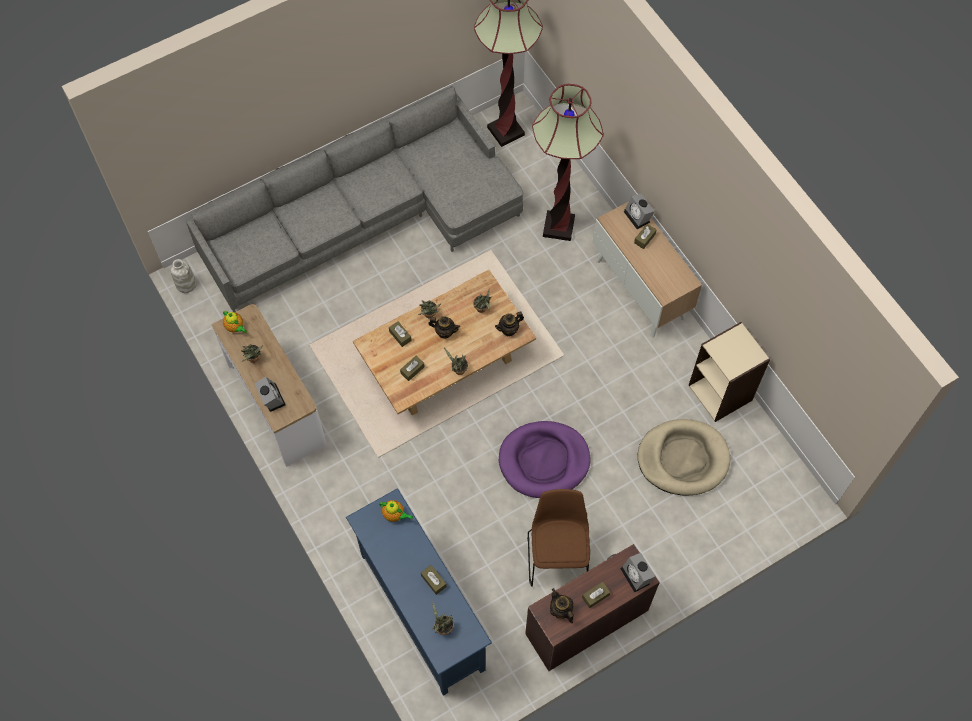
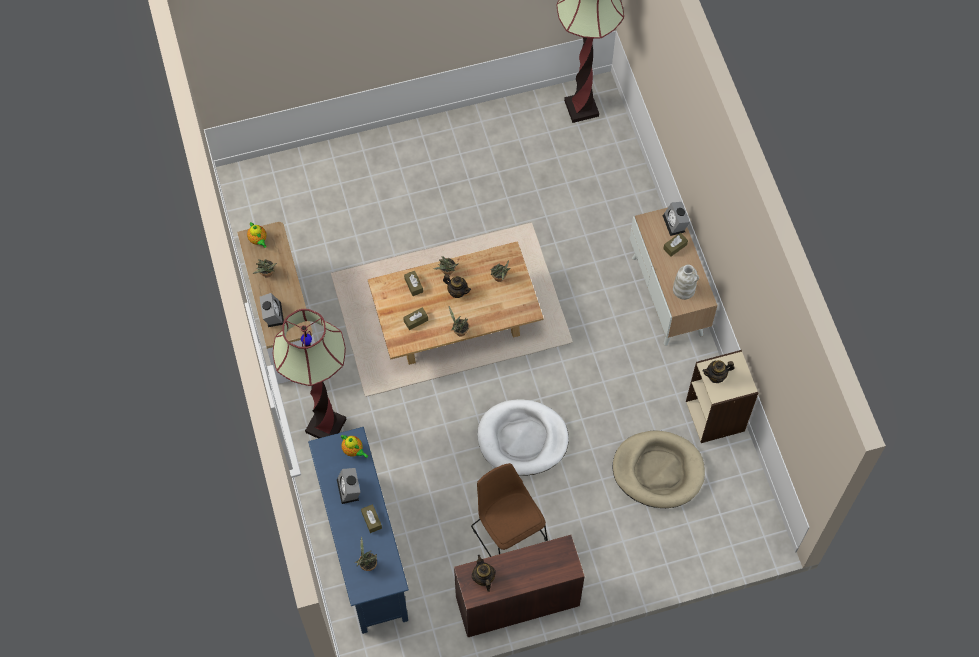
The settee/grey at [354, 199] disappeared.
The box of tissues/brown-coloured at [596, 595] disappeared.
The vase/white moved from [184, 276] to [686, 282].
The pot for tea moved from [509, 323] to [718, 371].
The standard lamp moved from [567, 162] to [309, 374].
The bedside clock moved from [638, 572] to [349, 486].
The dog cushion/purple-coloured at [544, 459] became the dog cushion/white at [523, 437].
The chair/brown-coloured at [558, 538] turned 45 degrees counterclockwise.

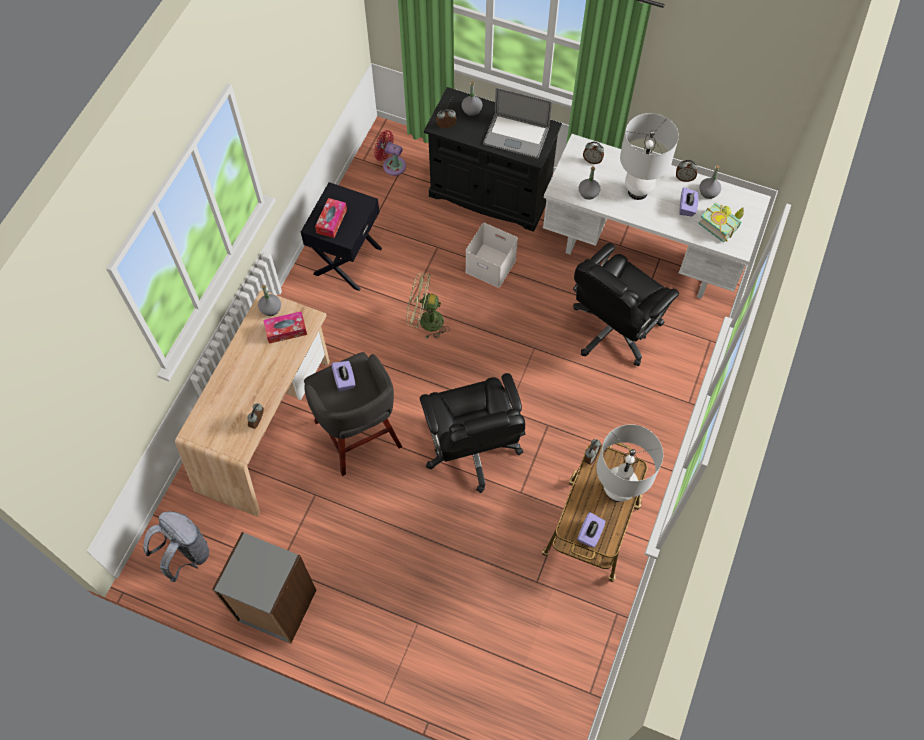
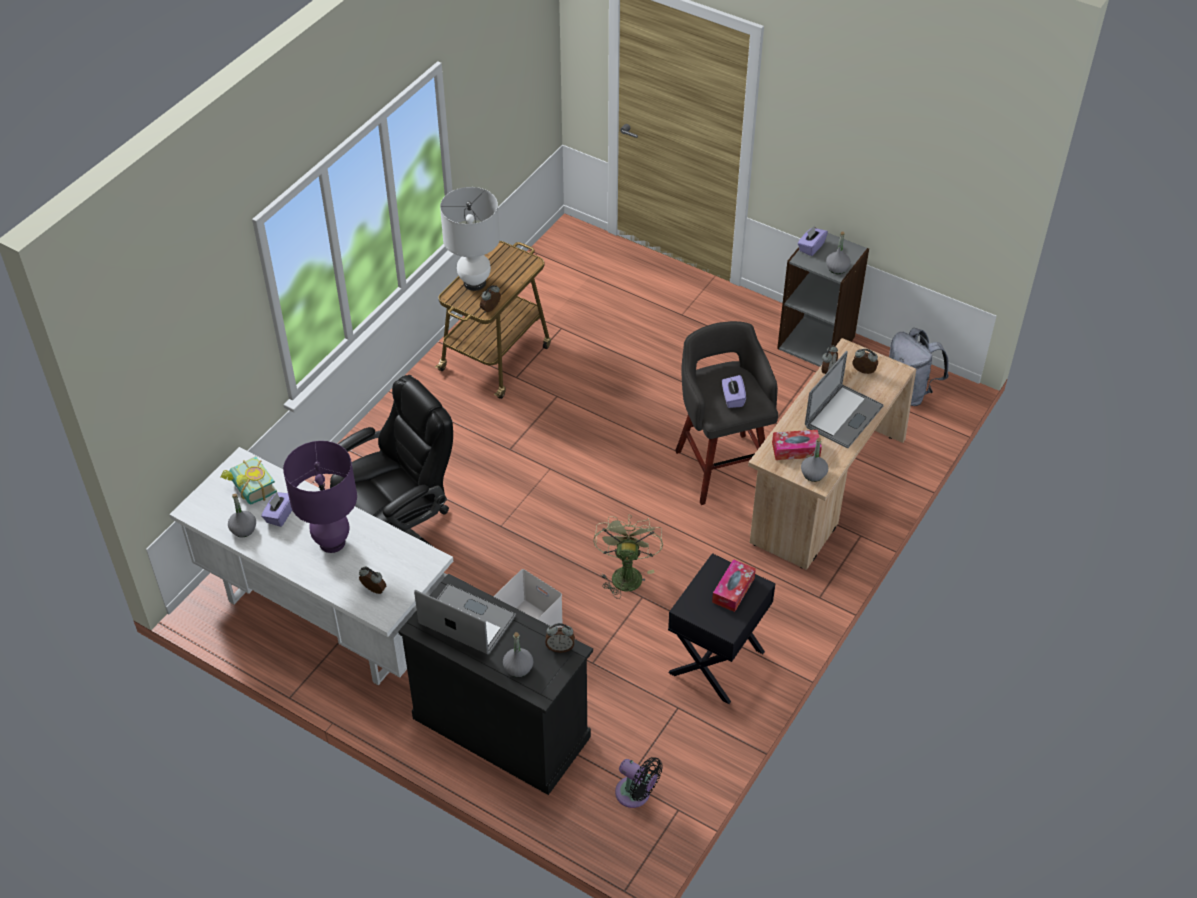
The office chair/black at [472, 433] disappeared.
The laptop at [844, 399] appeared.
The box of tissues/purple-coloured moved from [591, 529] to [813, 240].
The beverage bottle/grey moved from [589, 183] to [838, 252].
The bedside clock moved from [687, 171] to [865, 361].
The electric fan/reddish at [390, 153] became the electric fan/black at [639, 782].
The table lamp/white at [649, 156] became the table lamp/purple-coloured at [320, 497].
The electric fan/greenish at [428, 306] turned 105 degrees counterclockwise.

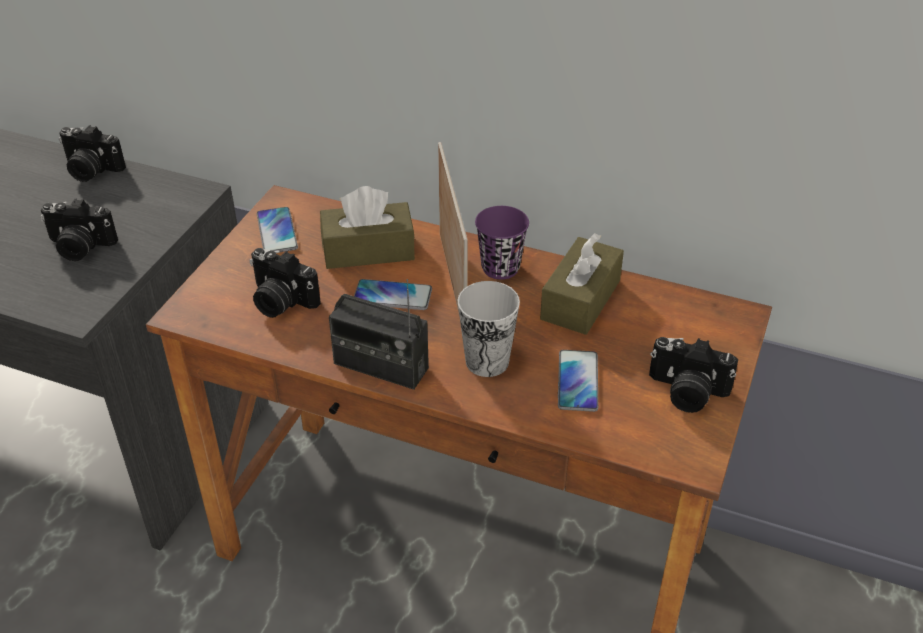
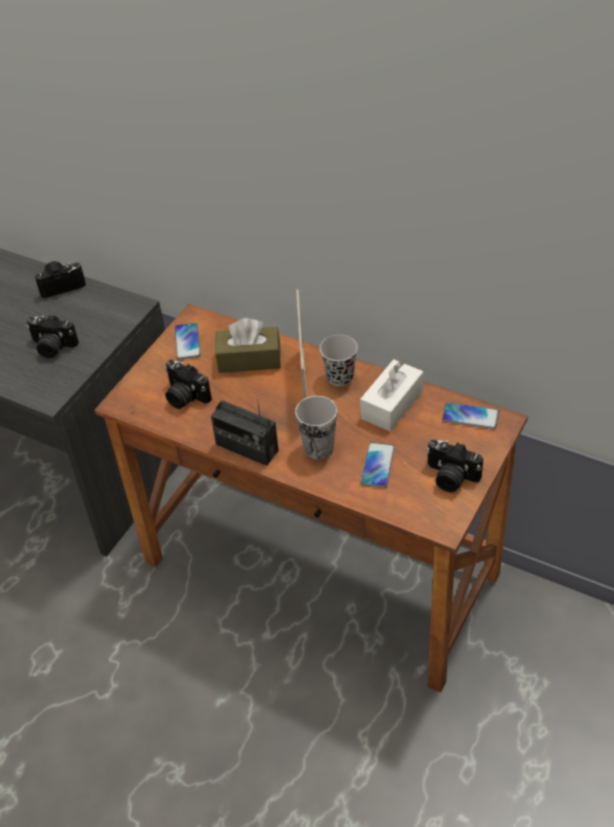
The handset moved from [393, 294] to [470, 415].
The small cup/purple-coloured at [502, 243] became the small cup/black at [339, 360].
The box of tissues/brown-coloured at [582, 284] became the box of tissues/white at [391, 395].
The photo camera at [92, 153] turned 135 degrees clockwise.

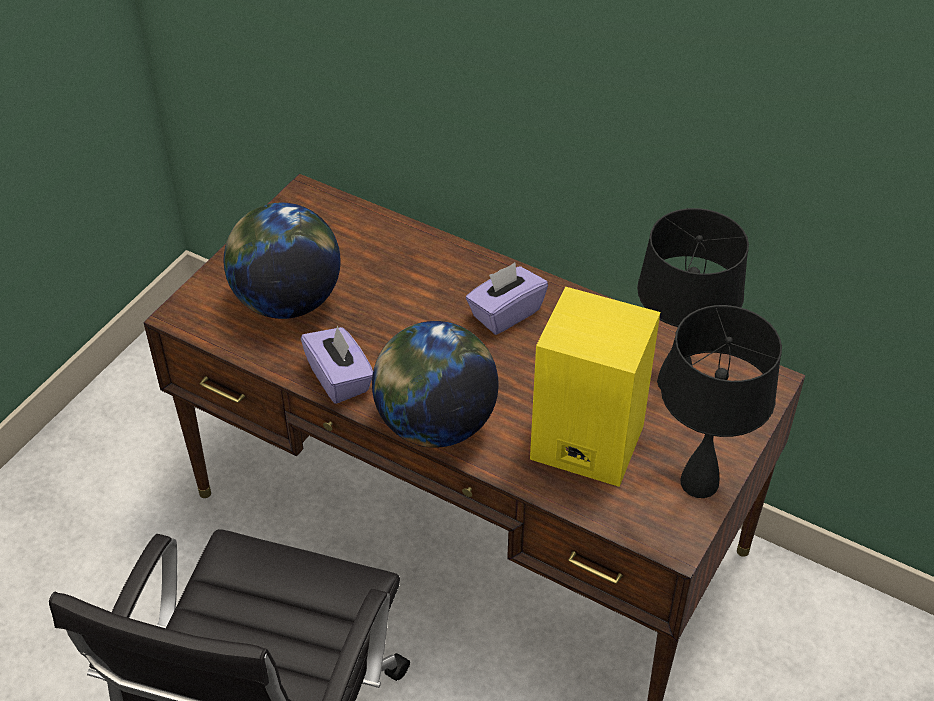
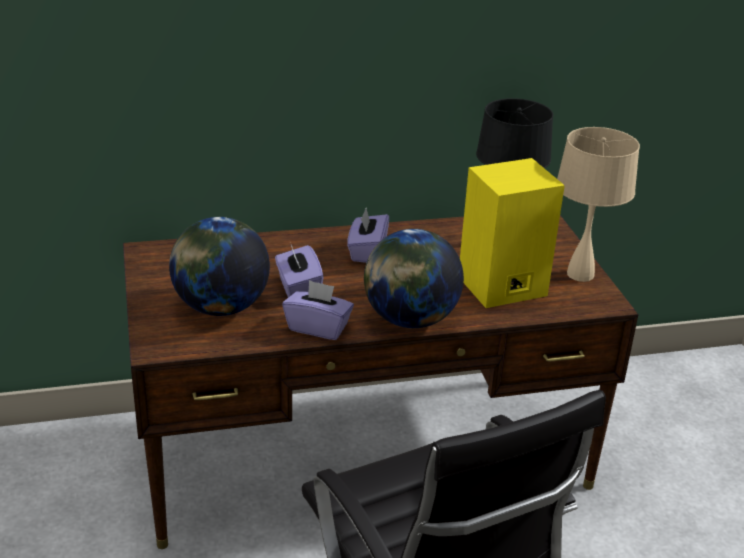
The box of tissues/purple-coloured at [299, 271] appeared.
The table lamp/black at [721, 401] became the table lamp/beige at [598, 204].

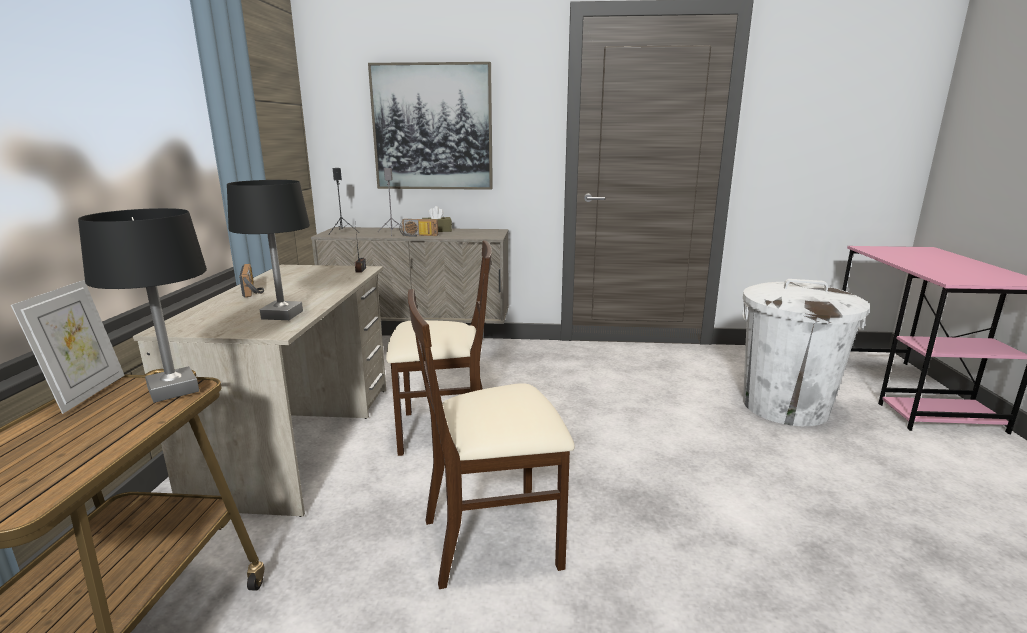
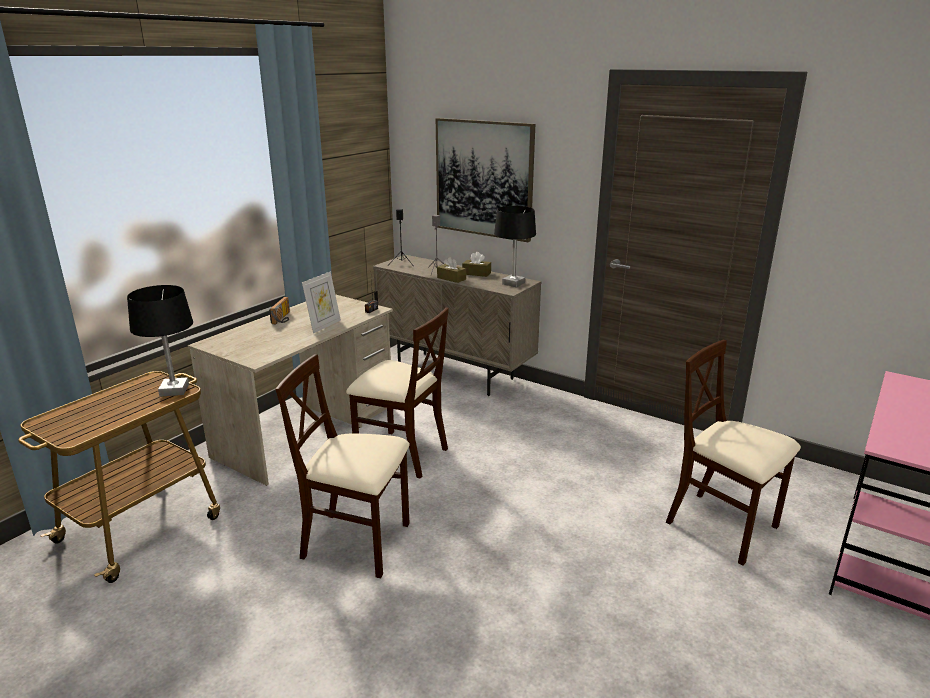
The photo frame moved from [67, 347] to [321, 302].
The table lamp/black moved from [268, 250] to [515, 246].
The radio receiver at [419, 228] was replaced by the box of tissues/brown-coloured at [451, 270].
The waste bin/white at [806, 352] was replaced by the chair/beige at [733, 452].

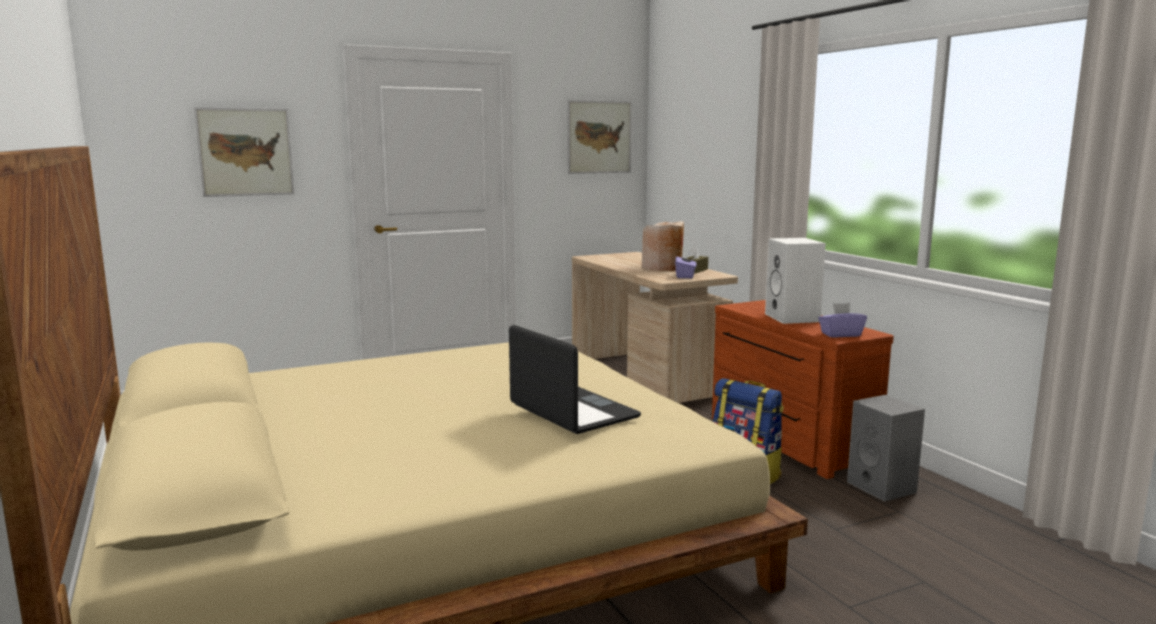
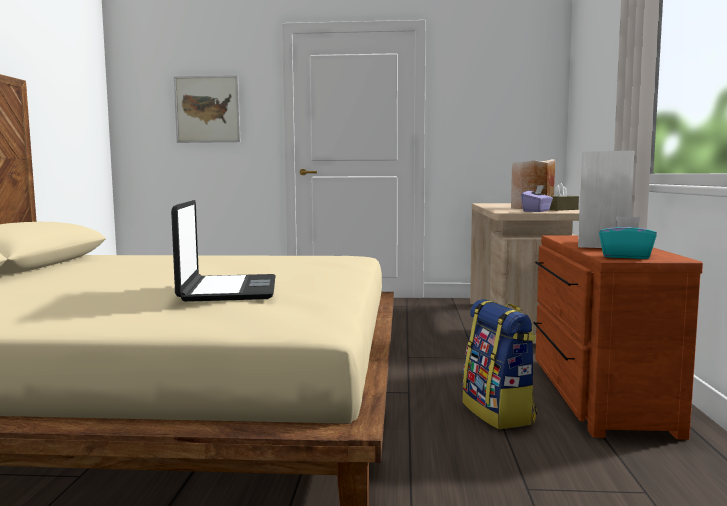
The picture at [599, 137] disappeared.
The loudspeaker/grey at [886, 448] disappeared.
The box of tissues/purple-coloured at [842, 320] became the box of tissues/blue-green at [628, 237].

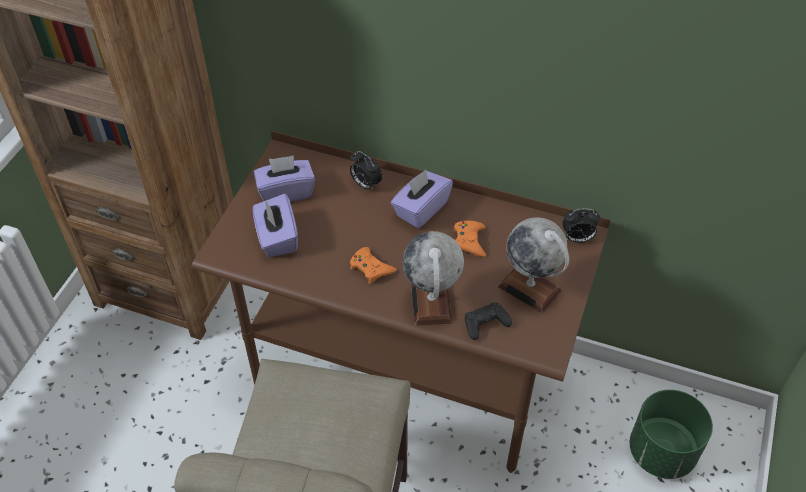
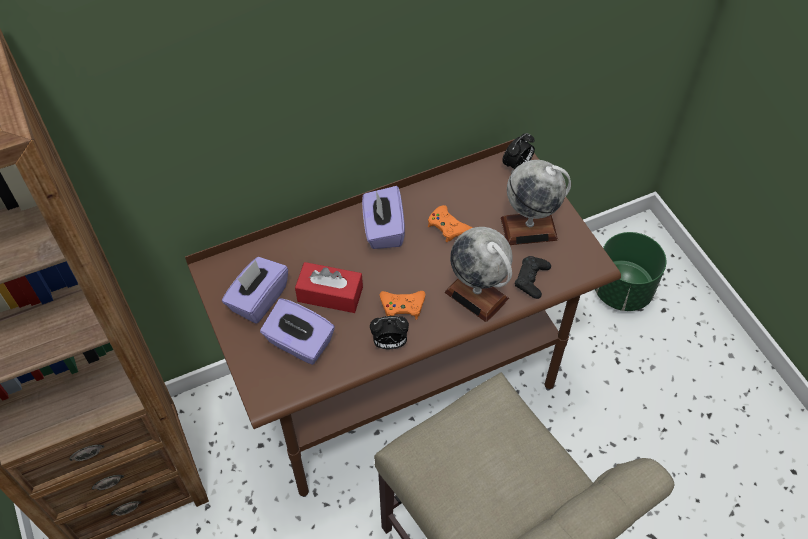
The box of tissues/reddish at [329, 287] appeared.
The bedside clock moved from [366, 170] to [389, 332].

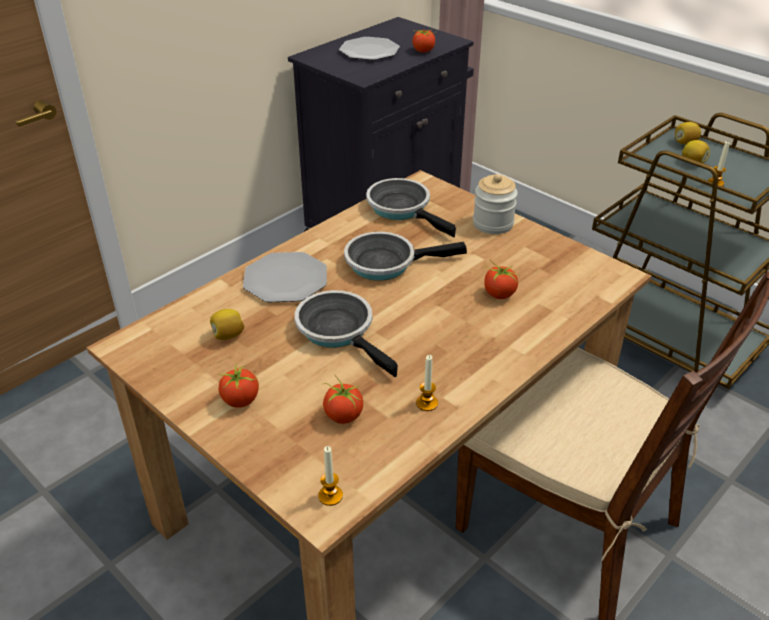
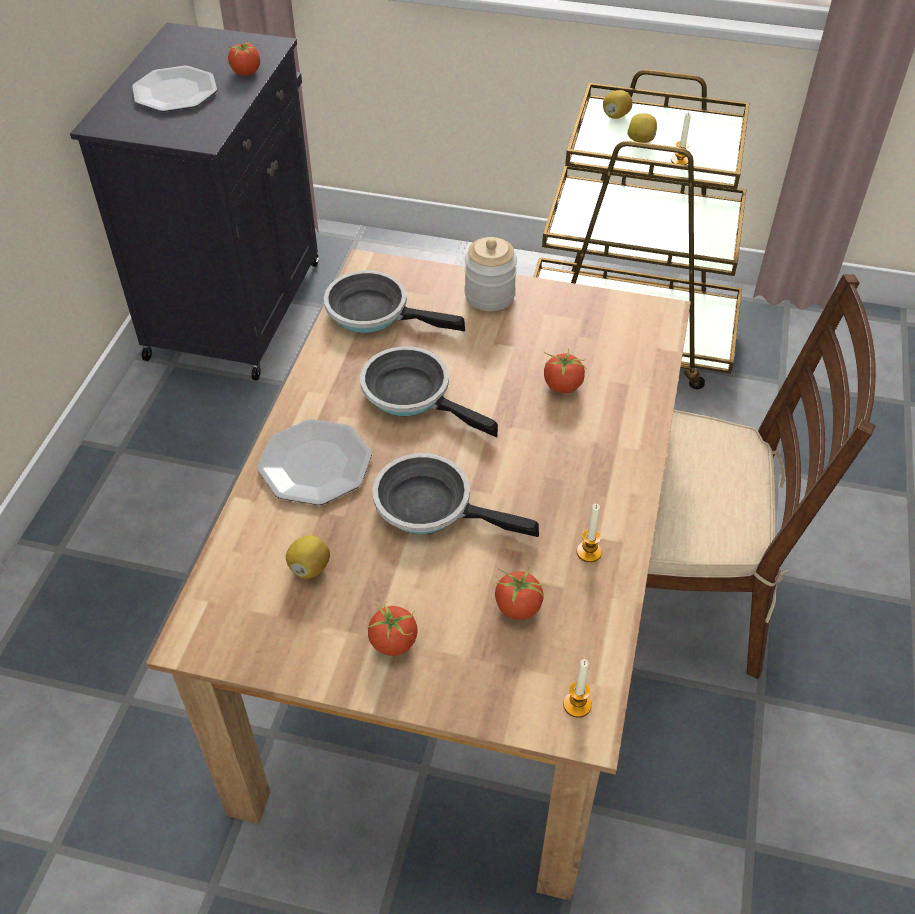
The frying pan at [405, 256] turned 75 degrees clockwise.

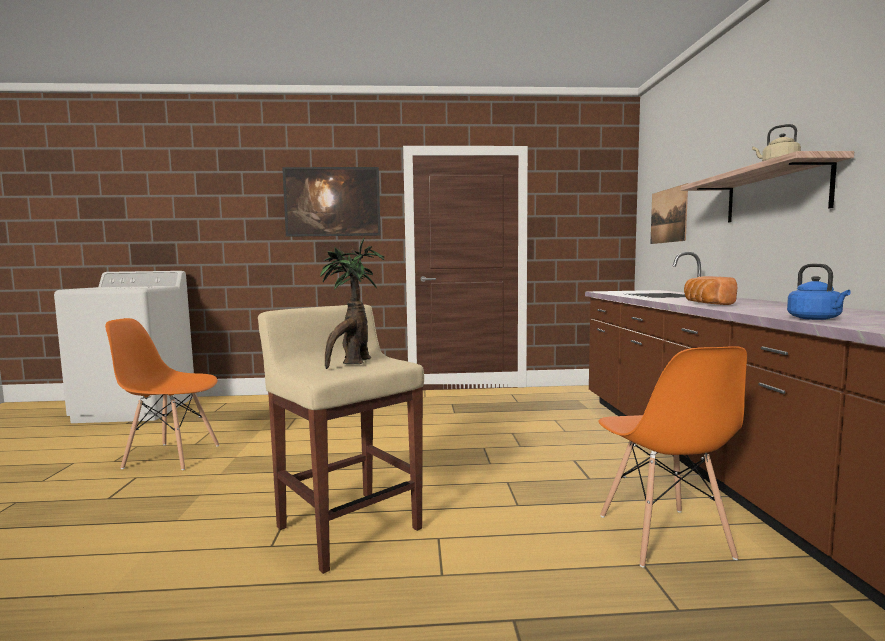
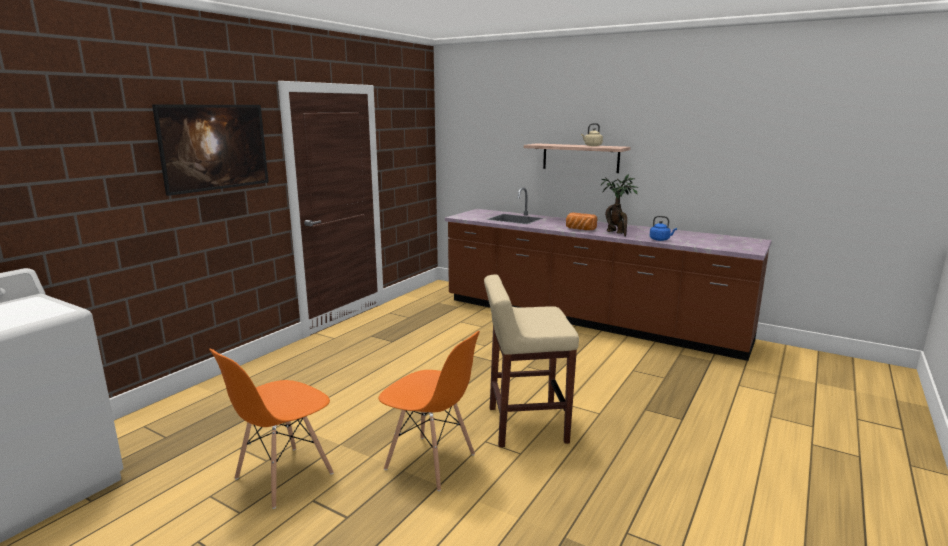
The picture at [669, 213] disappeared.
The houseplant moved from [352, 303] to [619, 205].
The chair/orange-coloured moved from [672, 457] to [429, 411].

